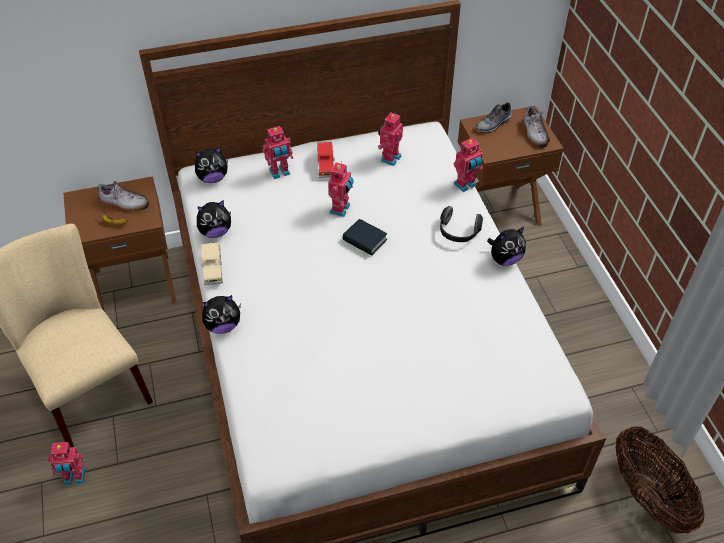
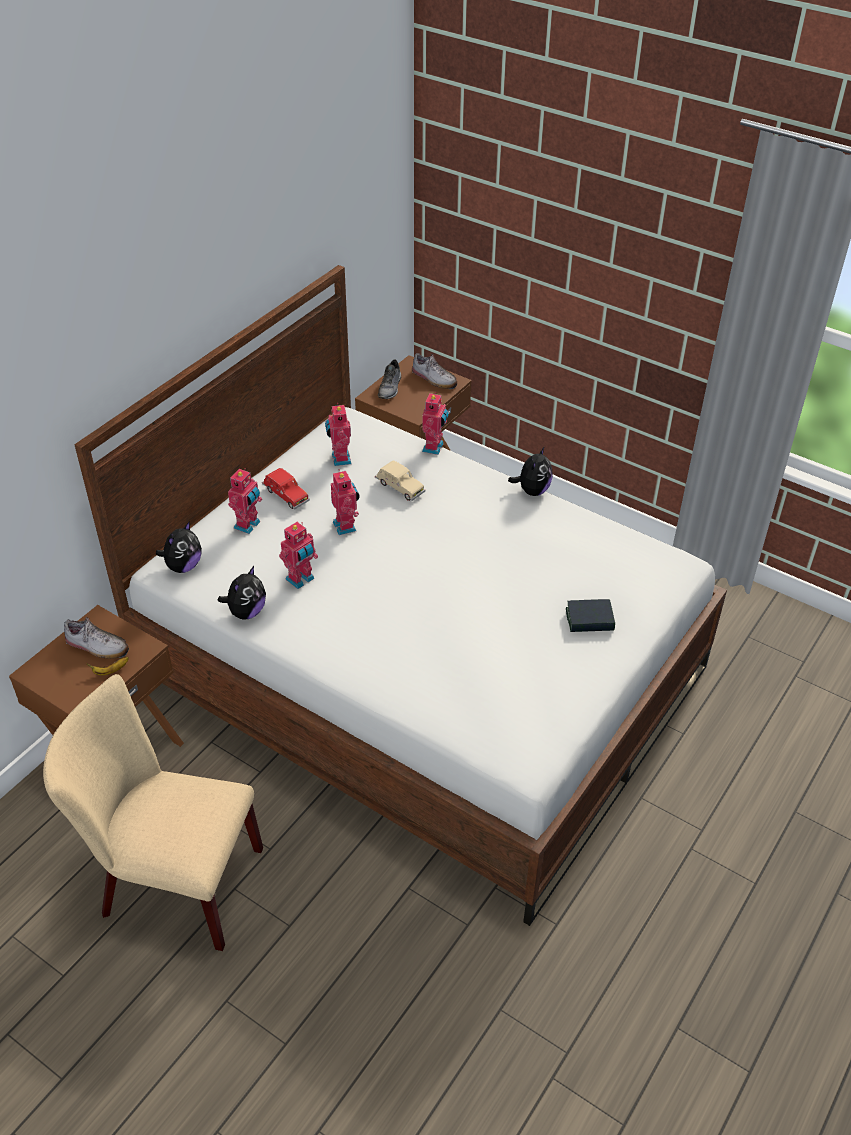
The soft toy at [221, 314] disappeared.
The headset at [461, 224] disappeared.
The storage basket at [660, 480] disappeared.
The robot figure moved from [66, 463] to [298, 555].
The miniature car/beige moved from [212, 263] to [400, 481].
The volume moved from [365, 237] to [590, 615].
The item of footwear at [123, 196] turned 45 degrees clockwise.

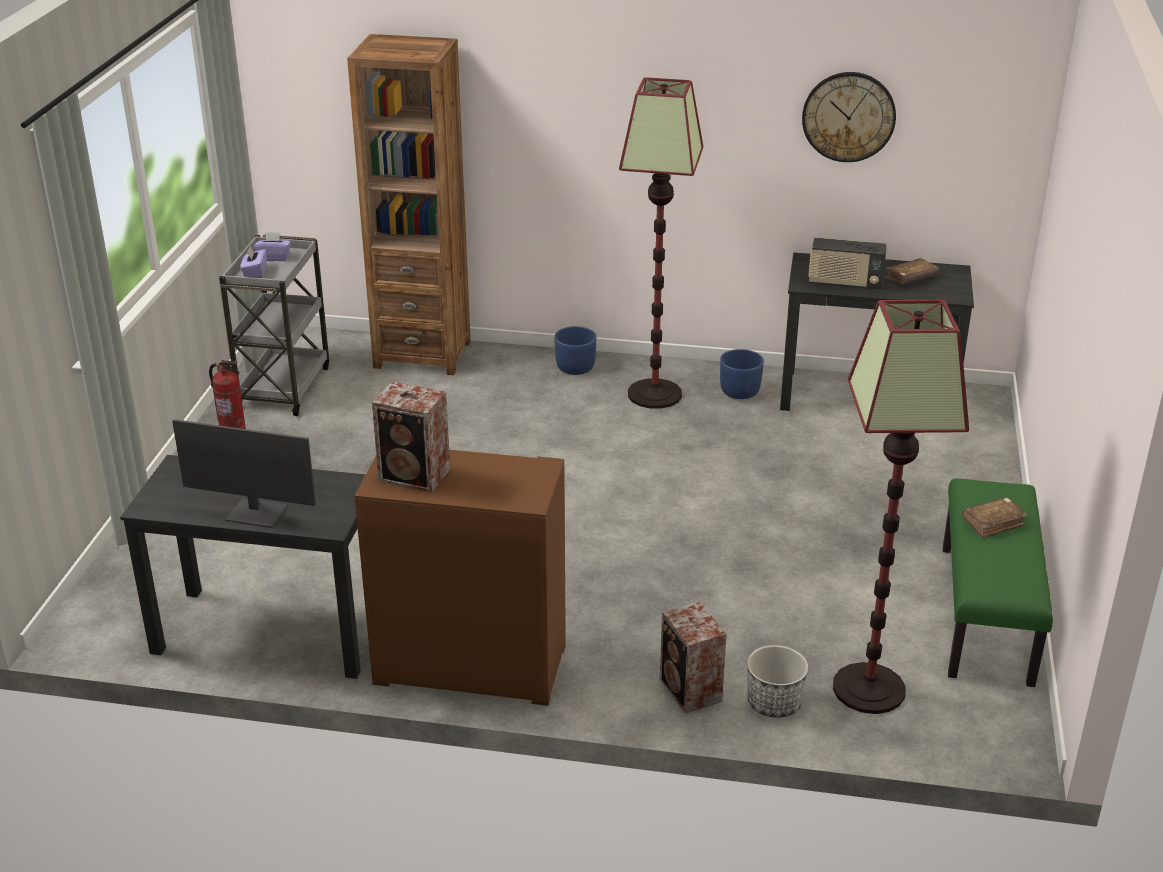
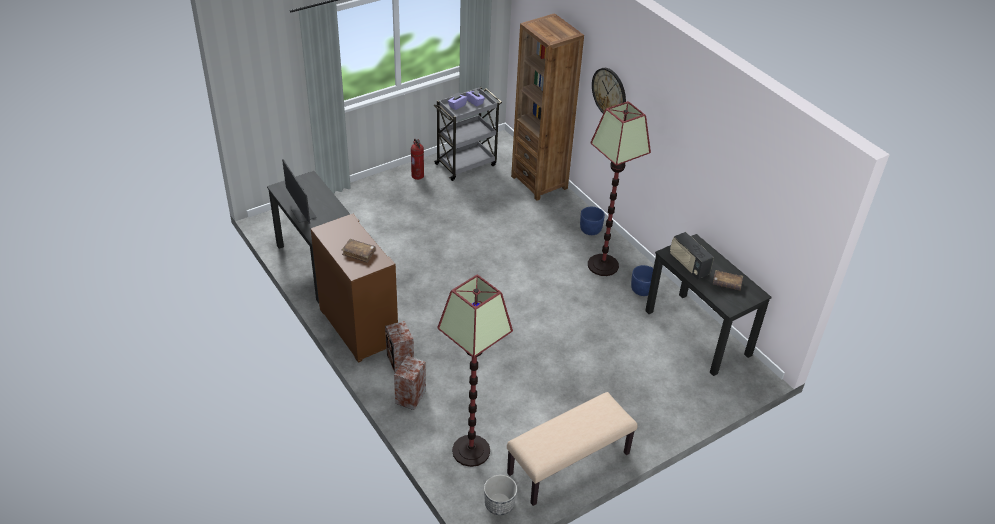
The loudspeaker moved from [411, 437] to [399, 346].
The flower pot moved from [777, 681] to [500, 495].
The hanging clock moved from [849, 117] to [609, 90].
The volume/brown-coloured moved from [995, 517] to [359, 251].
The indoor bench/greenish at [998, 582] became the indoor bench/beige at [572, 449].

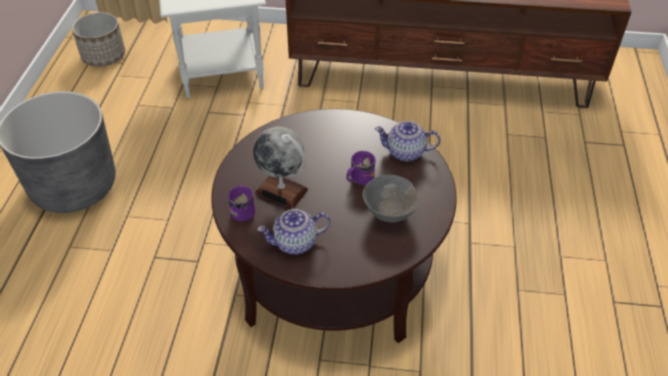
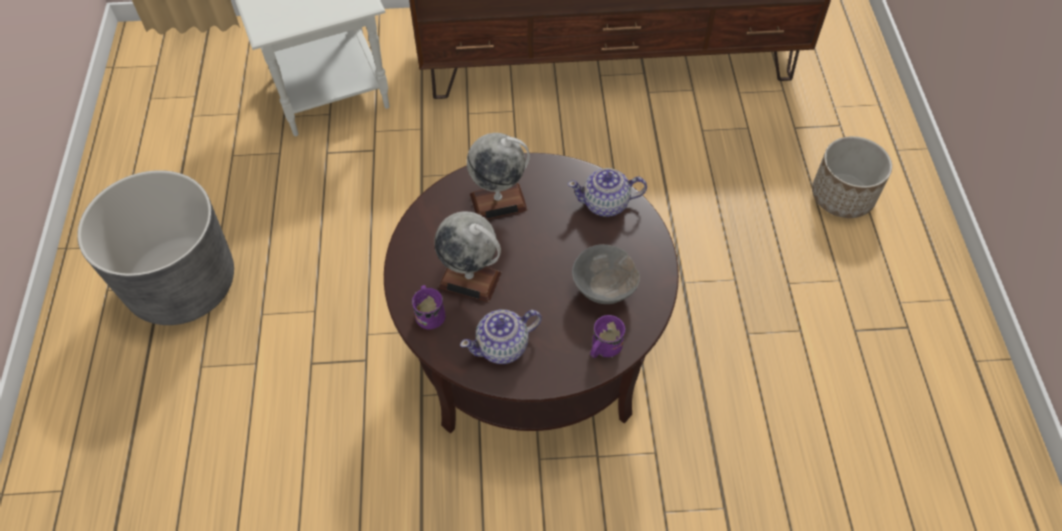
The desk globe at [498, 176] appeared.
The flower pot moved from [98, 39] to [852, 177].
The mug/purple-coloured moved from [361, 168] to [608, 336].

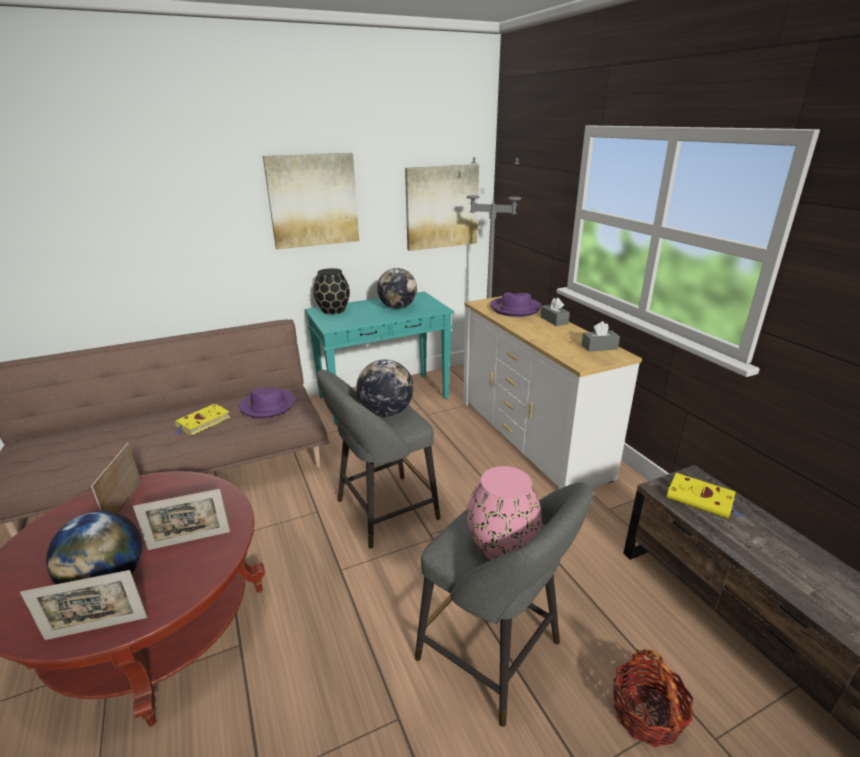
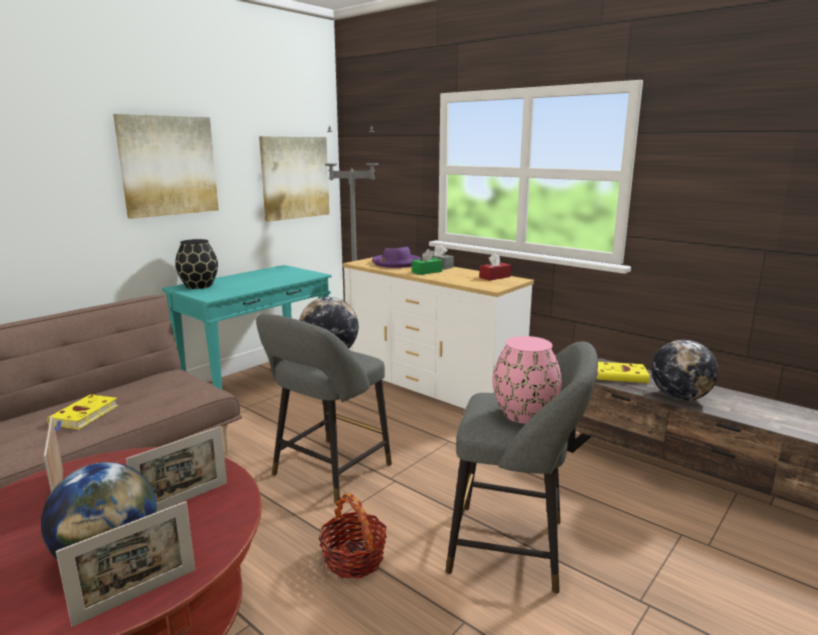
The clothing hat/purple-coloured at [267, 403] disappeared.
The box of tissues/greenish at [427, 262] appeared.
The desk globe moved from [397, 288] to [684, 370].
The storage basket moved from [653, 698] to [352, 535].
The box of tissues/grey at [600, 336] became the box of tissues/reddish at [495, 267].

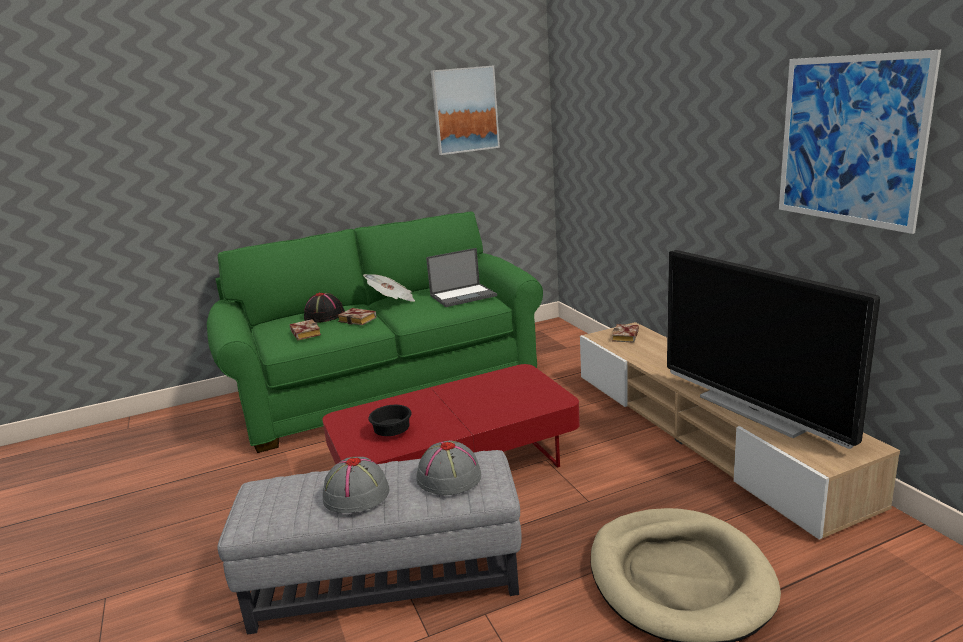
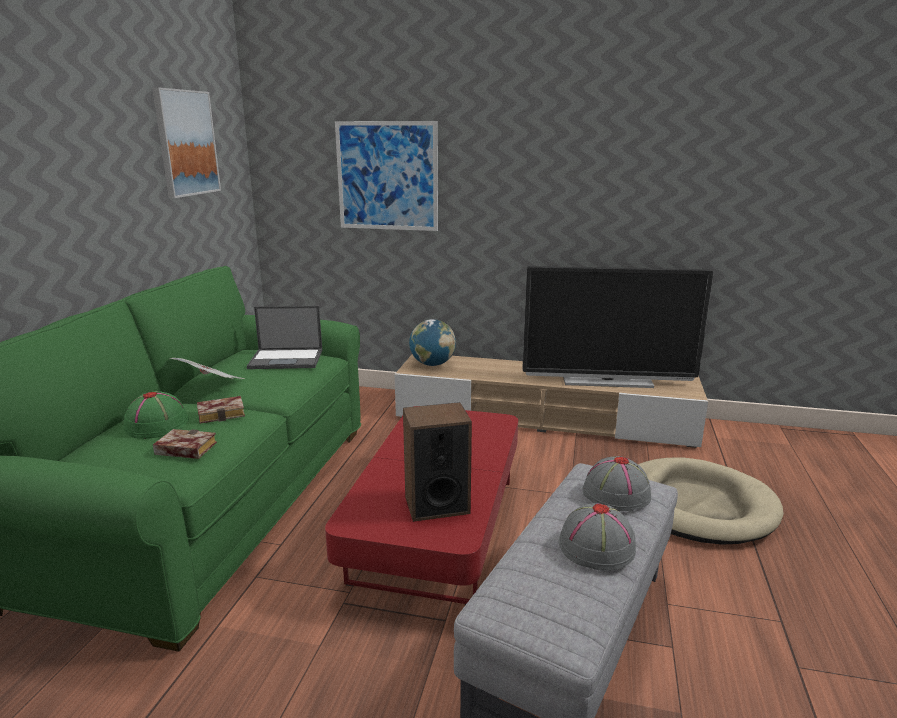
The picture moved from [860, 142] to [386, 176].
The bowl/black at [390, 420] was replaced by the loudspeaker at [437, 462].
The volume at [625, 333] was replaced by the desk globe at [432, 342].
The clothing hat/black at [324, 308] became the clothing hat/greenish at [156, 415].
The laptop at [461, 277] turned 75 degrees clockwise.

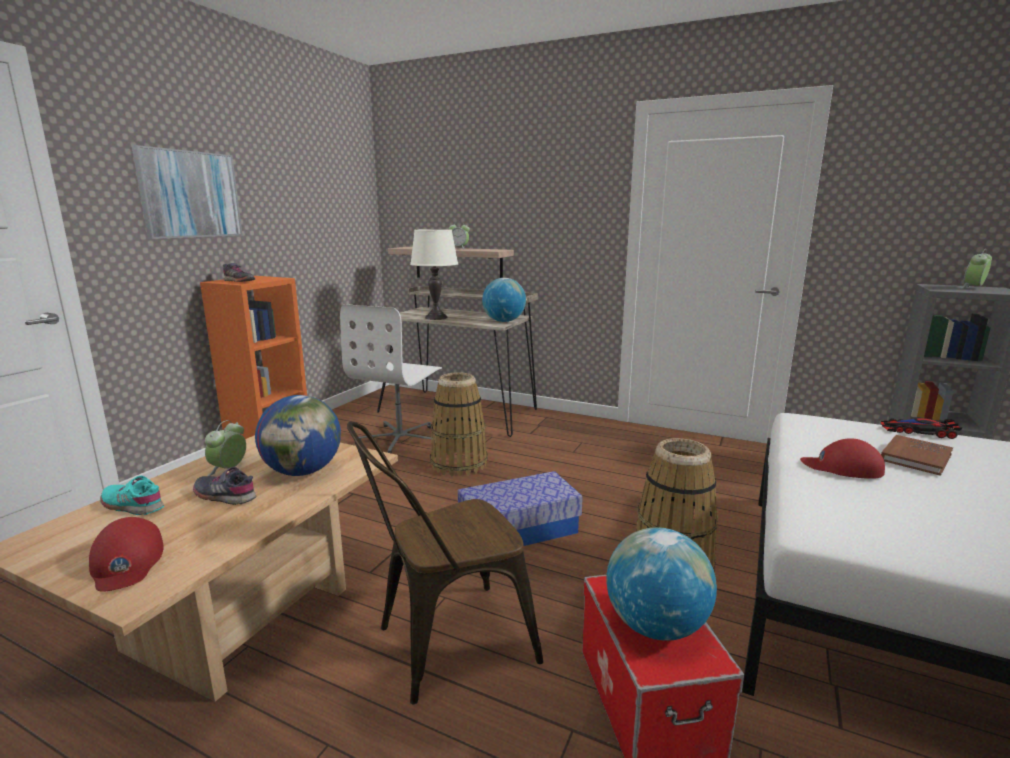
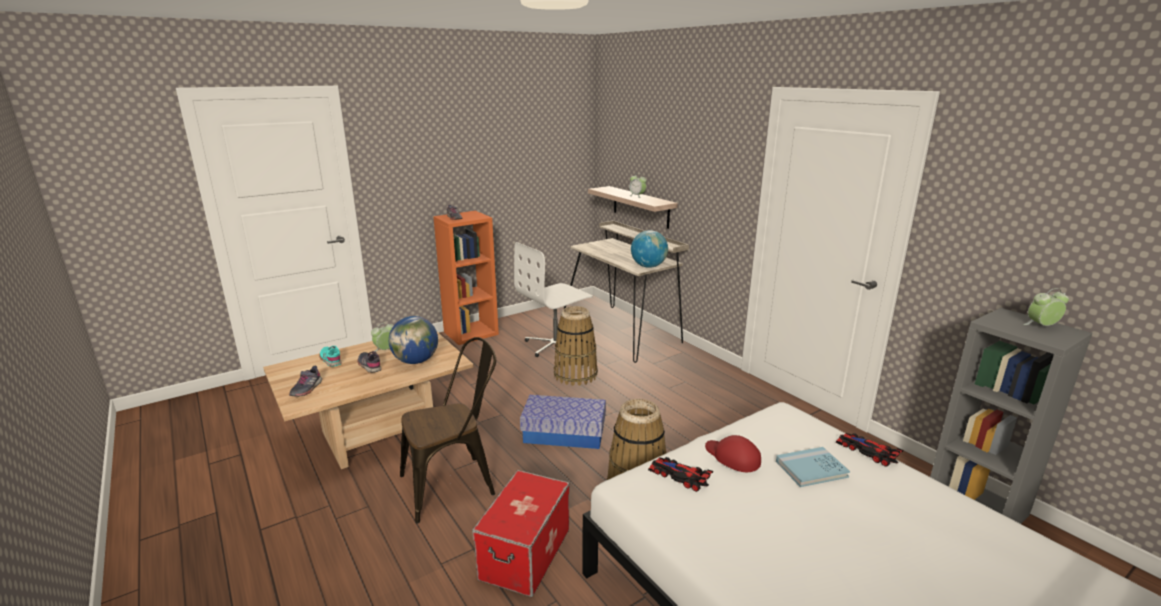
The picture at [187, 192] disappeared.
The table lamp/white at [434, 274] disappeared.
The desk globe at [661, 584] disappeared.
The miniature car at [680, 474] appeared.
The baseball cap/reddish at [126, 554] was replaced by the item of footwear/grey at [305, 381].
The volume/brown-coloured at [917, 455] became the volume/blue at [813, 467].
The chair/brown-coloured at [445, 563] turned 150 degrees clockwise.

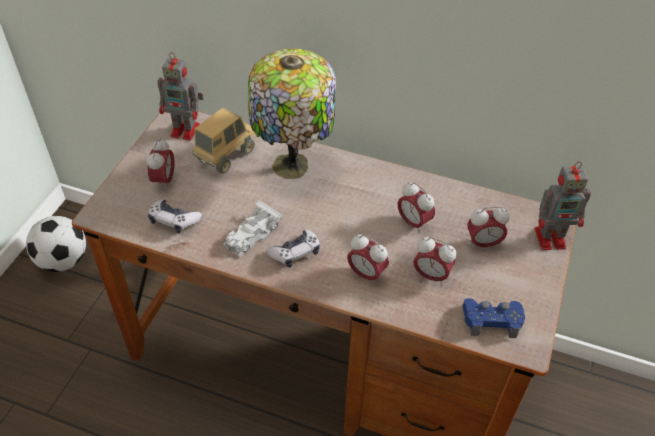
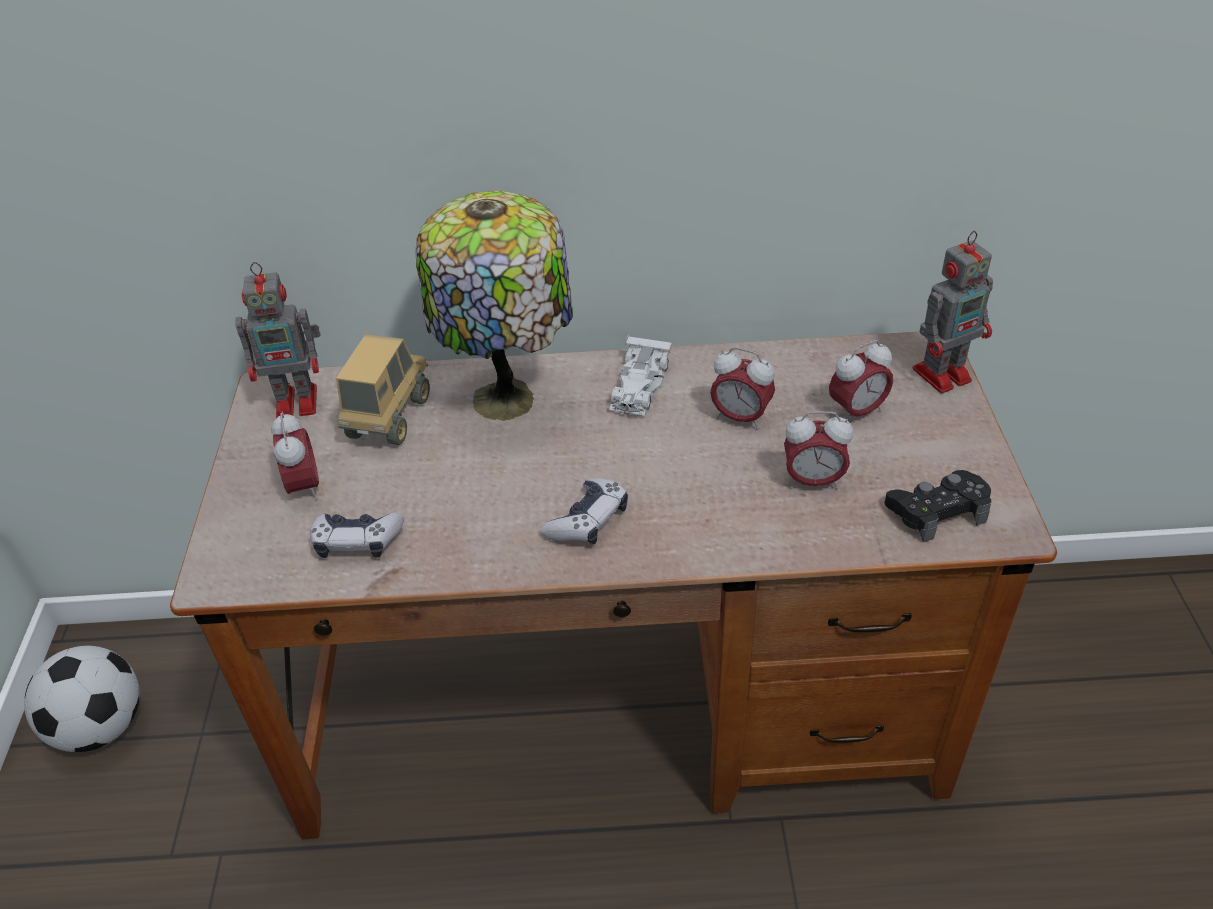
The bedside clock at [368, 260] disappeared.
The miniature car/white moved from [252, 228] to [640, 375].
The joypad/blue at [494, 318] became the joypad/black at [938, 506].

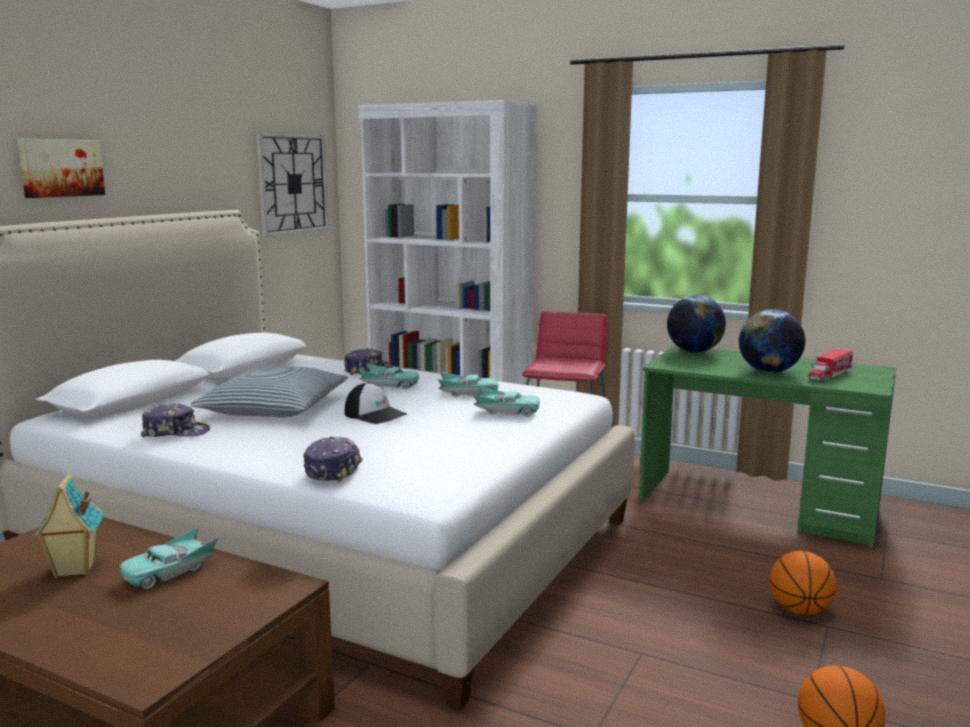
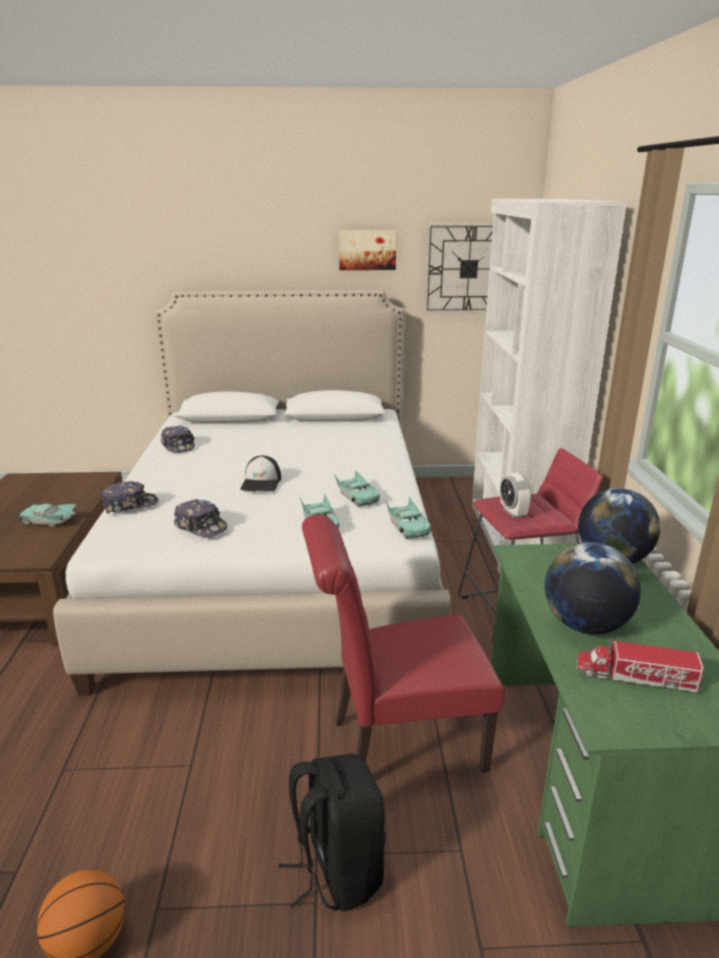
The toy house at [68, 526] disappeared.
The pillow at [269, 391] disappeared.
The chair/reddish at [403, 643] appeared.
The bedside clock at [516, 495] appeared.
The picture moved from [61, 168] to [367, 250].
The baseball cap moved from [368, 361] to [200, 518].
The miniature car/blue-green moved from [388, 376] to [408, 517].
The basketball at [803, 583] was replaced by the backpack/black at [332, 832].

